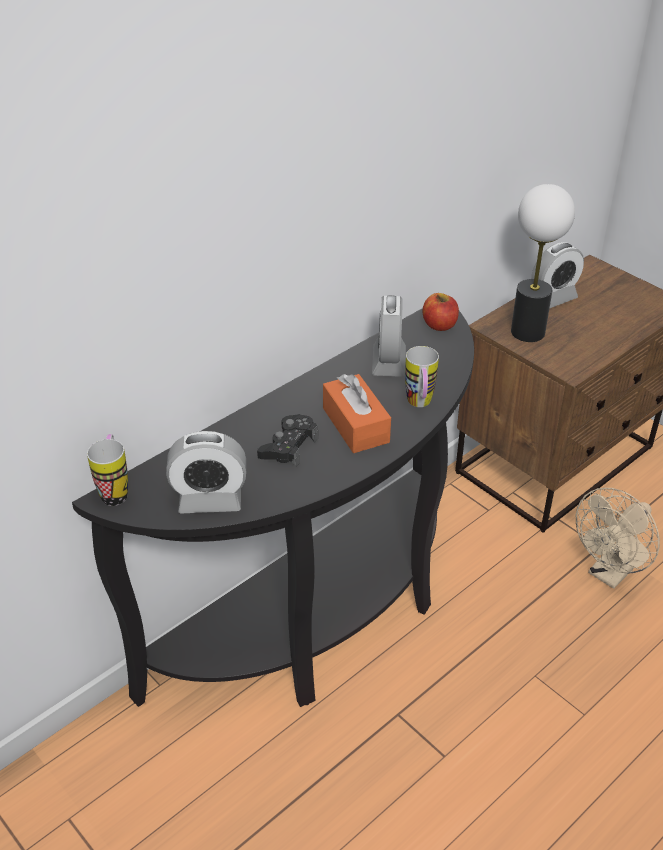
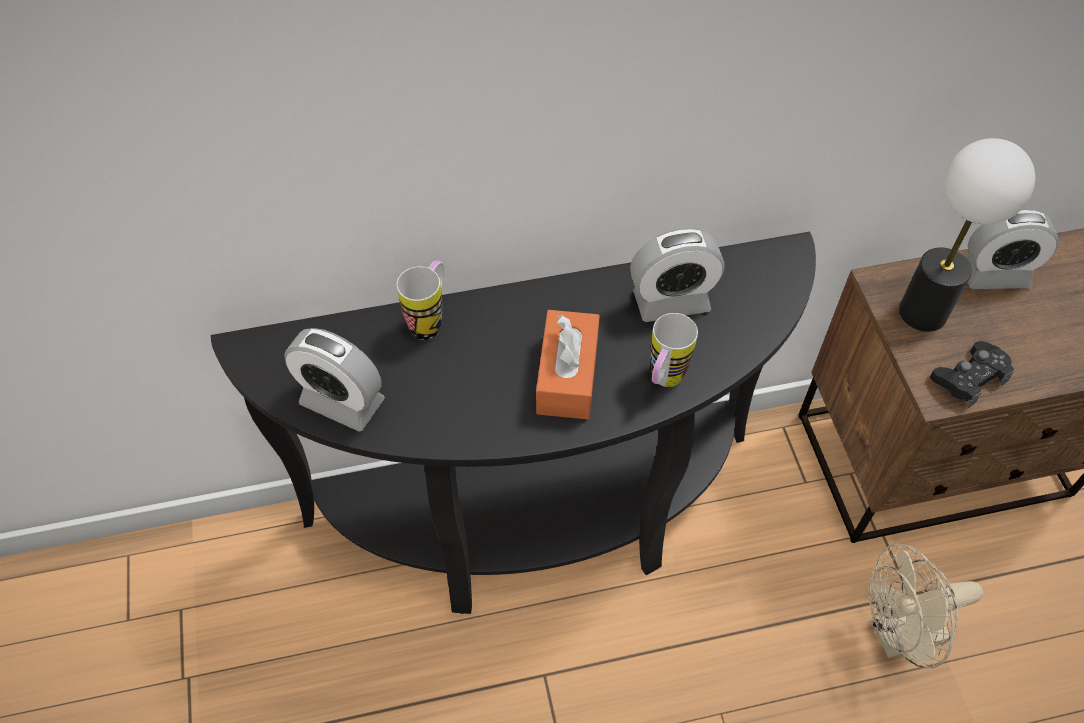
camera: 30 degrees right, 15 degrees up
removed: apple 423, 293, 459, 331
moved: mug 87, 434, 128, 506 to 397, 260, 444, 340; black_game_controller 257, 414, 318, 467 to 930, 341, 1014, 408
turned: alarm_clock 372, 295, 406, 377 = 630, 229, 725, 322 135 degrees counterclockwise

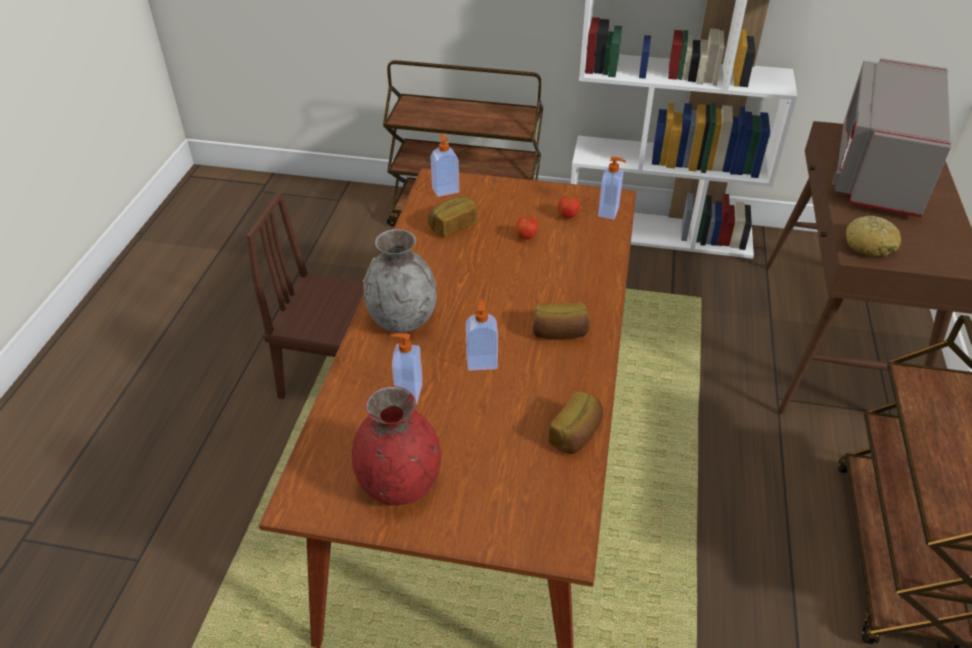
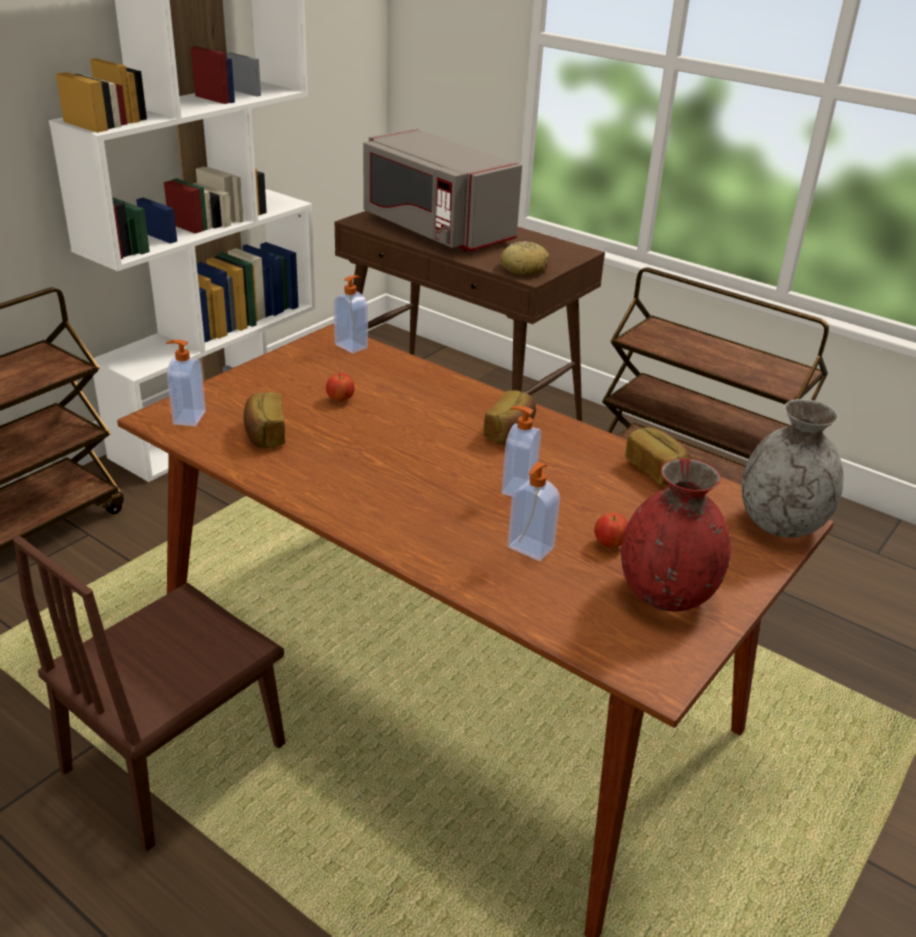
camera: 65 degrees left, 10 degrees down
moved: grey_vase 363, 229, 437, 333 to 742, 399, 843, 538; apple 558, 196, 580, 218 to 594, 513, 628, 548

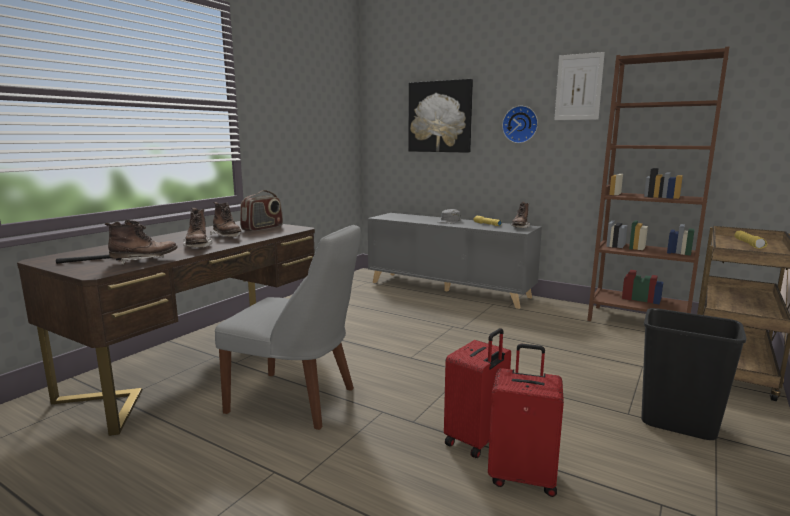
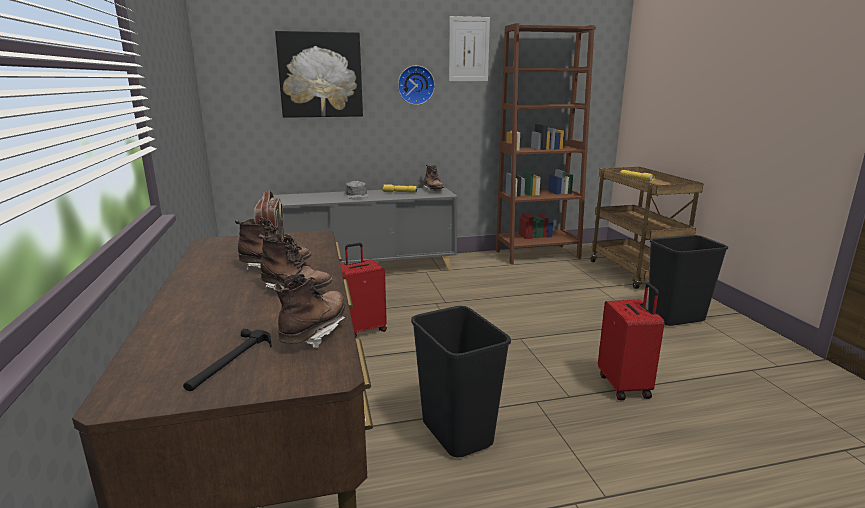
camera: 45 degrees left, 5 degrees up
moved: red_suitcase 488, 343, 564, 497 to 340, 243, 387, 338
replaced: grey_chair 215, 225, 361, 430 to black_trash_can 411, 306, 511, 457

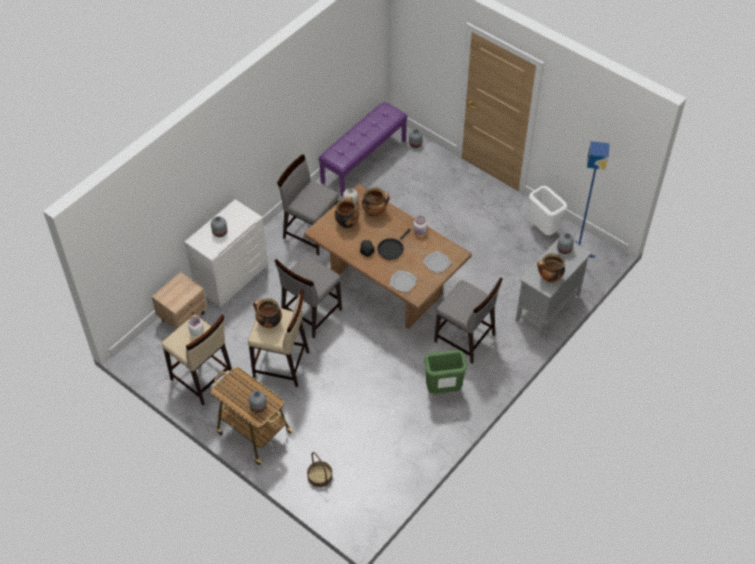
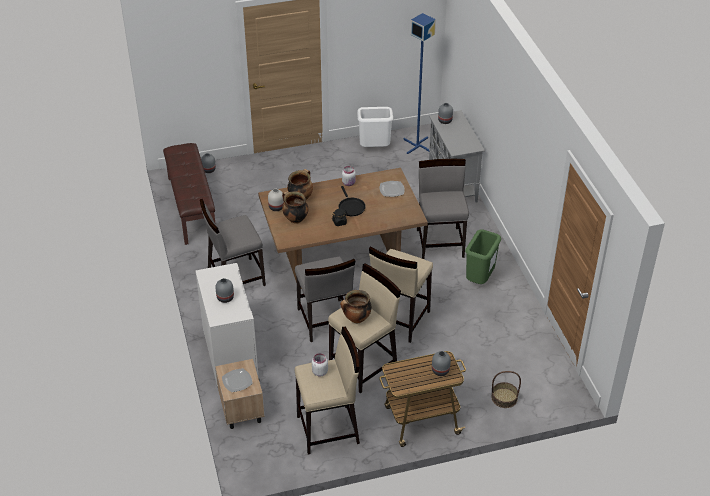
camera: 55 degrees left, 10 degrees down
removed: cooking_pot 537, 253, 565, 283
added: beige_stool 369, 246, 433, 343
moved: plate 390, 270, 417, 292 to 222, 368, 253, 392
recoloured: purple_bench 318, 102, 408, 196 to brown_bench 163, 143, 215, 245
turned: grey_chair 434, 277, 503, 364 = 417, 159, 469, 259 75 degrees counterclockwise

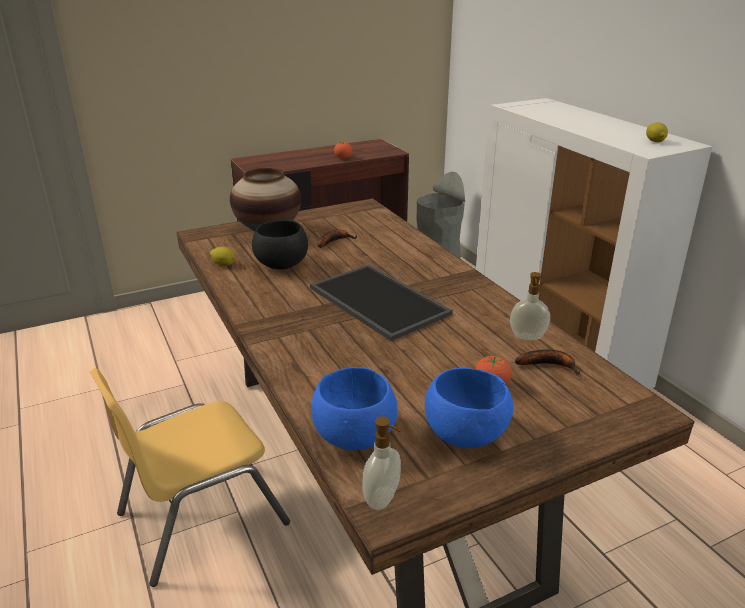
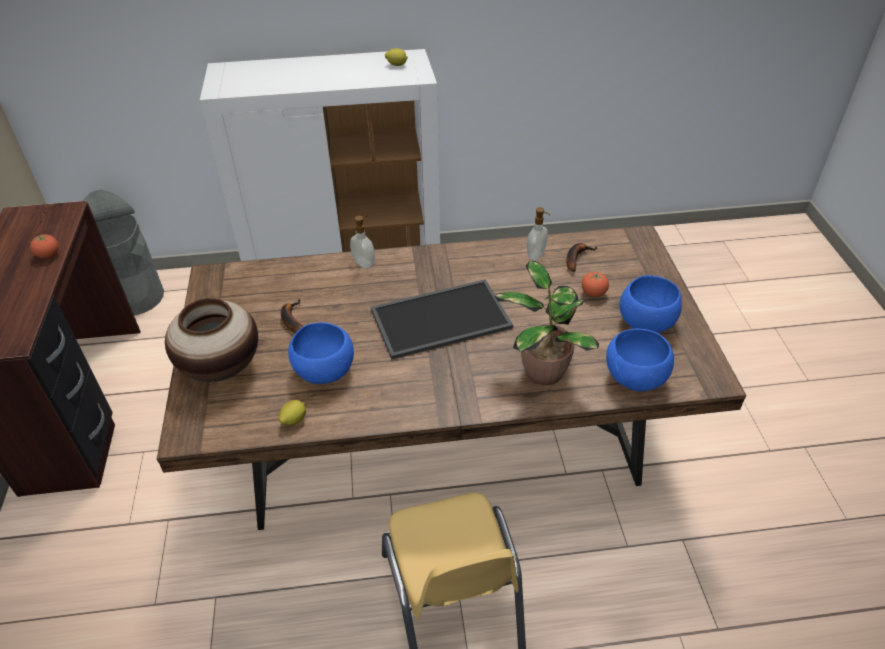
camera: 70 degrees left, 15 degrees up
added: potted_plant 495, 261, 599, 386
moved: soap_dispenser 362, 416, 401, 510 to 350, 215, 375, 268
recoloured: black_bowl 252, 220, 308, 270 to blue_bowl 288, 322, 354, 384

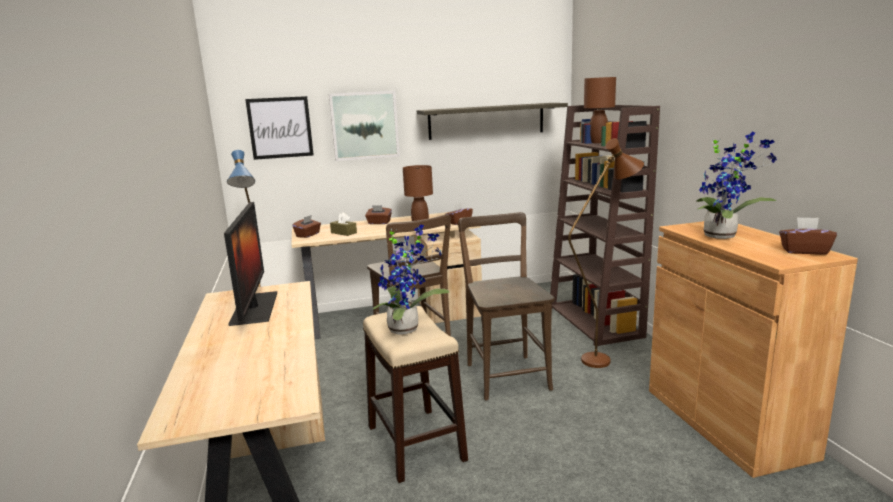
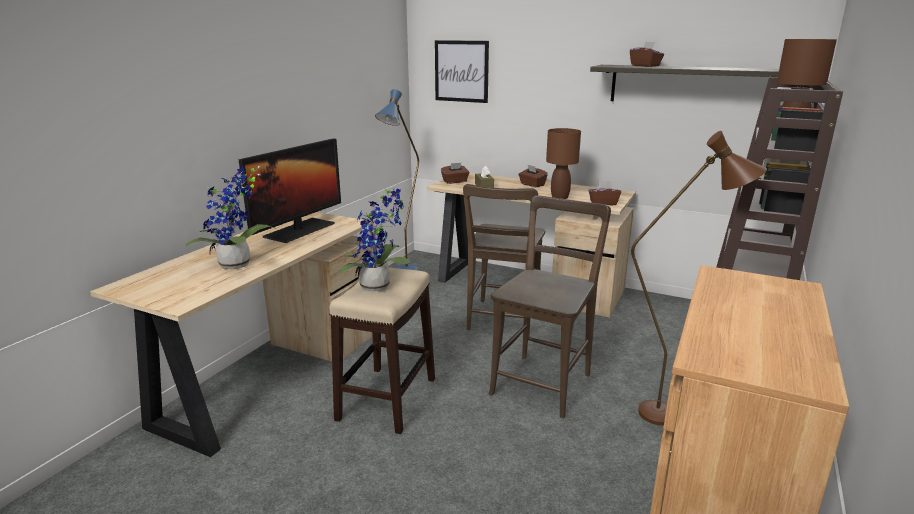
camera: 40 degrees right, 5 degrees up
removed: picture 329, 91, 400, 161
moved: potted_plant 696, 132, 777, 239 to 185, 166, 277, 269; brown_tissue_box 779, 217, 837, 255 to 630, 42, 664, 67

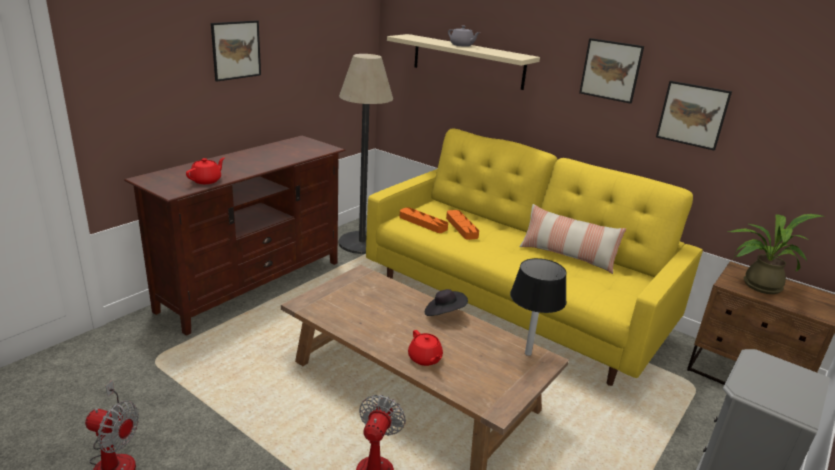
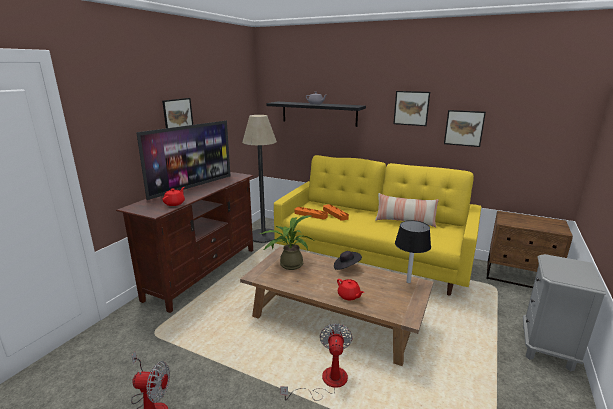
camera: 10 degrees left, 5 degrees down
added: television 136, 120, 230, 200
moved: potted_plant 727, 214, 823, 294 to 260, 215, 313, 270
recoloured: beige_shelf 387, 34, 540, 90 to black_shelf 266, 102, 366, 127

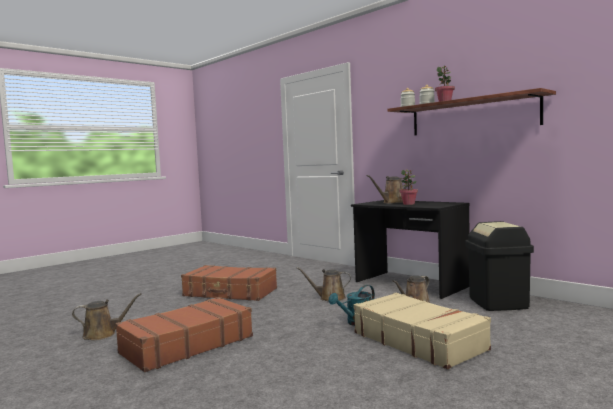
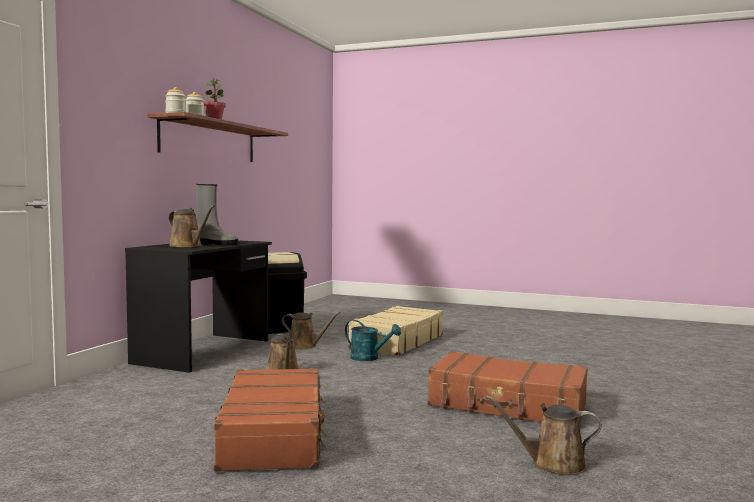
camera: 115 degrees left, 0 degrees up
replaced: potted_plant 399, 170, 418, 205 to grey_boot 196, 184, 238, 245
turned: brown_watering_can 72, 293, 141, 340 = 486, 396, 602, 475 45 degrees counterclockwise

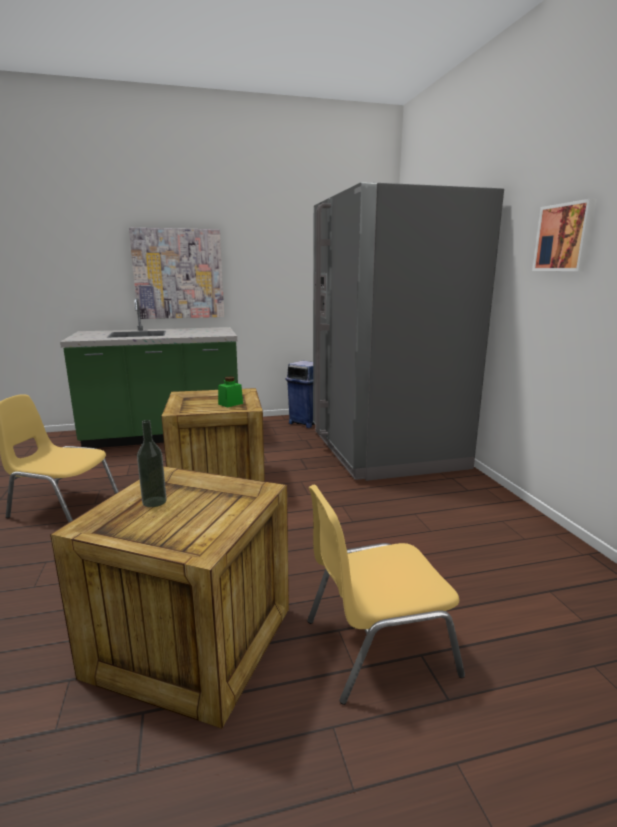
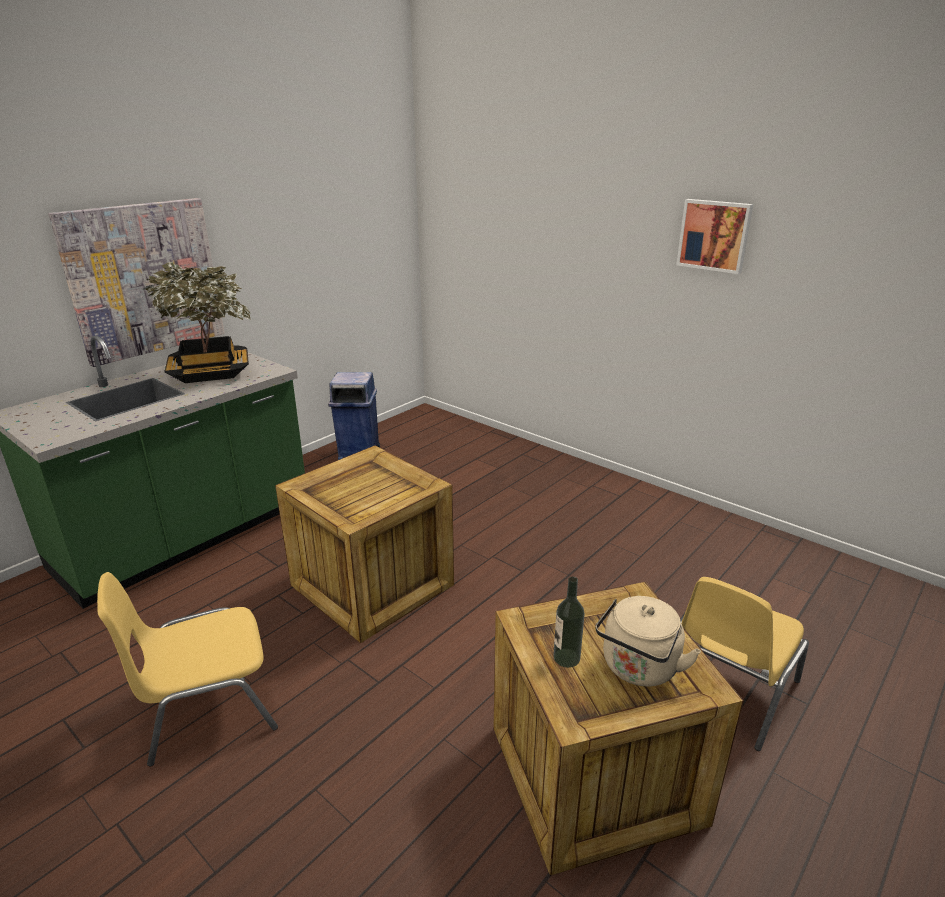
camera: 35 degrees left, 10 degrees up
removed: green_jar 218, 377, 243, 408; grey_fridge 313, 182, 504, 481
added: potted_plant 142, 262, 251, 383; beige_kettle 595, 596, 701, 687

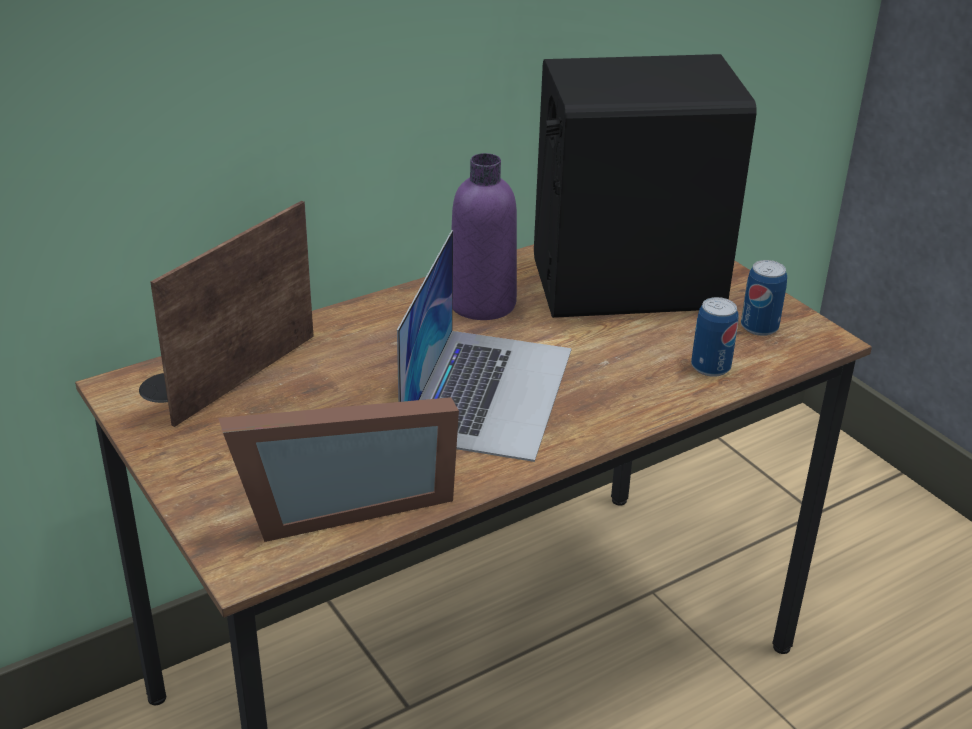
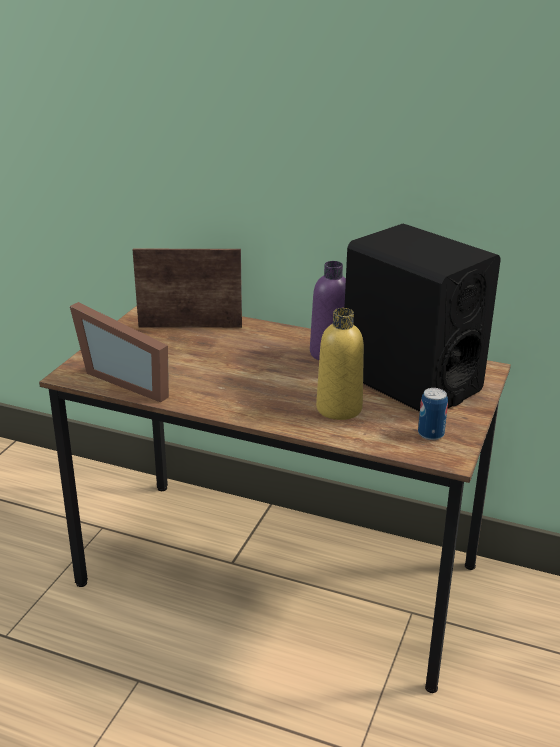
camera: 55 degrees right, 5 degrees down
removed: laptop 397, 230, 572, 462; can 691, 297, 738, 377
added: yellow_bottle 316, 308, 364, 420

